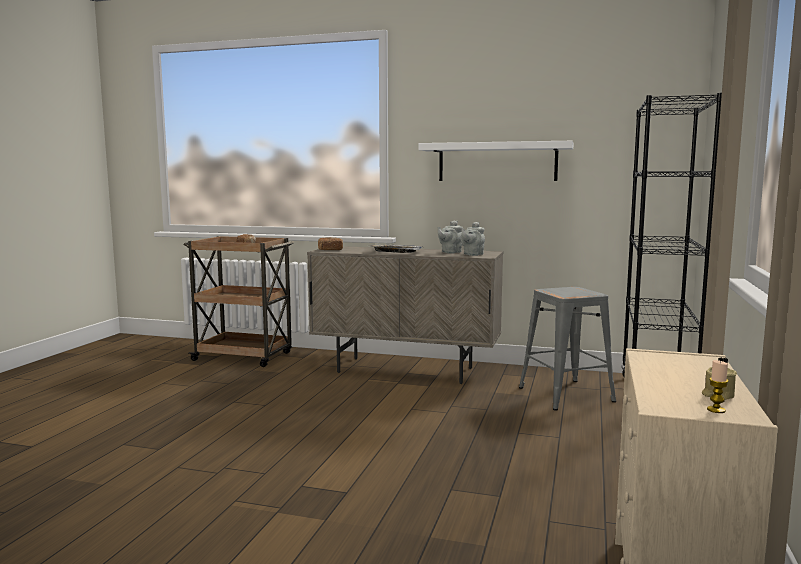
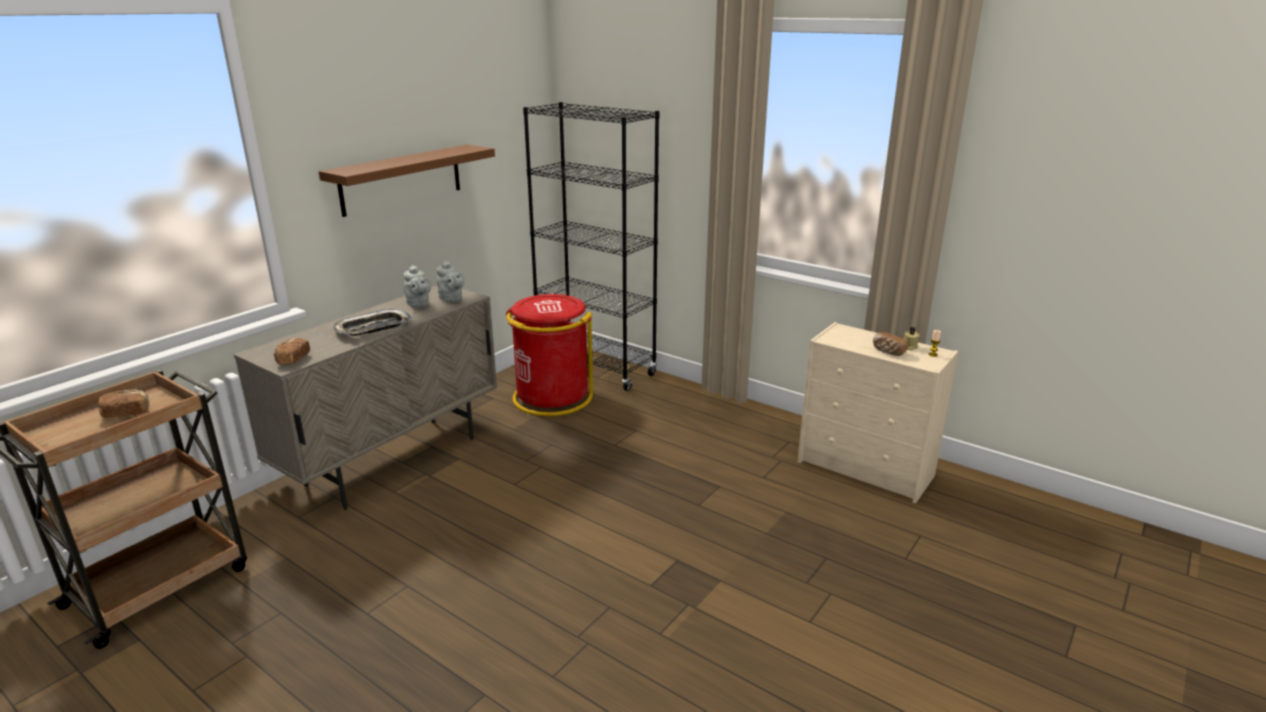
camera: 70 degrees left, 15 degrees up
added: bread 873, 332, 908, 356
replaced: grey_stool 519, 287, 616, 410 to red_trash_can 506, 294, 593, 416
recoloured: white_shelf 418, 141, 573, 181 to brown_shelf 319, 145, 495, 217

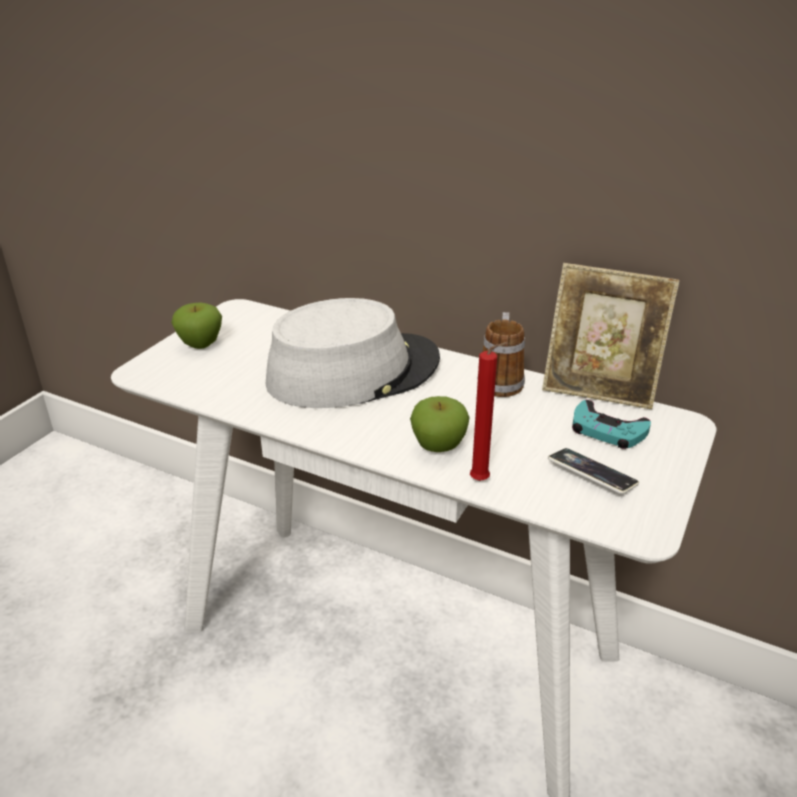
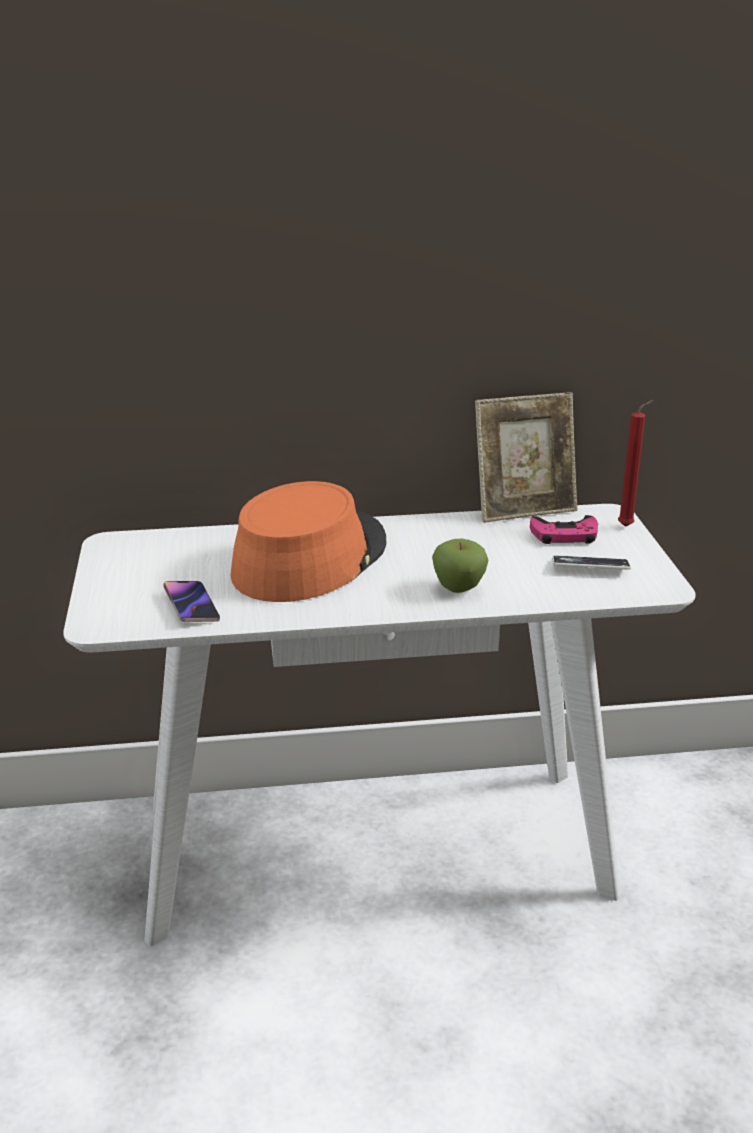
camera: 35 degrees left, 5 degrees down
removed: apple 171, 303, 222, 349; mug 477, 312, 525, 397
added: phone 163, 581, 220, 622
moved: red_candle 470, 342, 508, 481 to 618, 400, 653, 527
recoloured: grey_hat 266, 298, 440, 408 to orange_hat 231, 481, 387, 602; turquoise_game_controller 572, 400, 651, 449 to pink_game_controller 530, 515, 598, 544

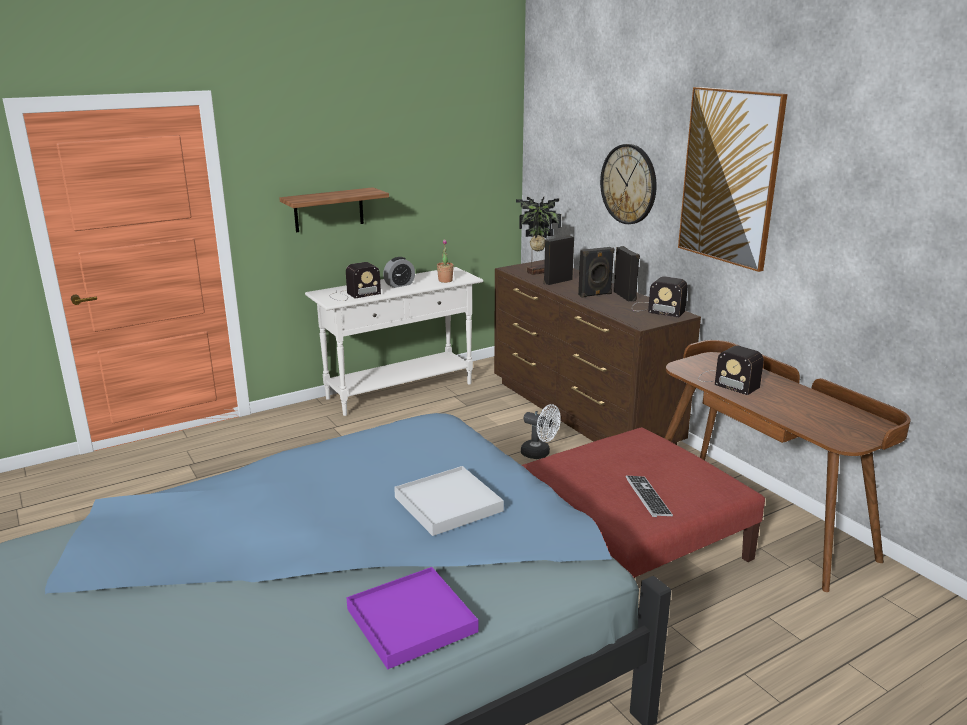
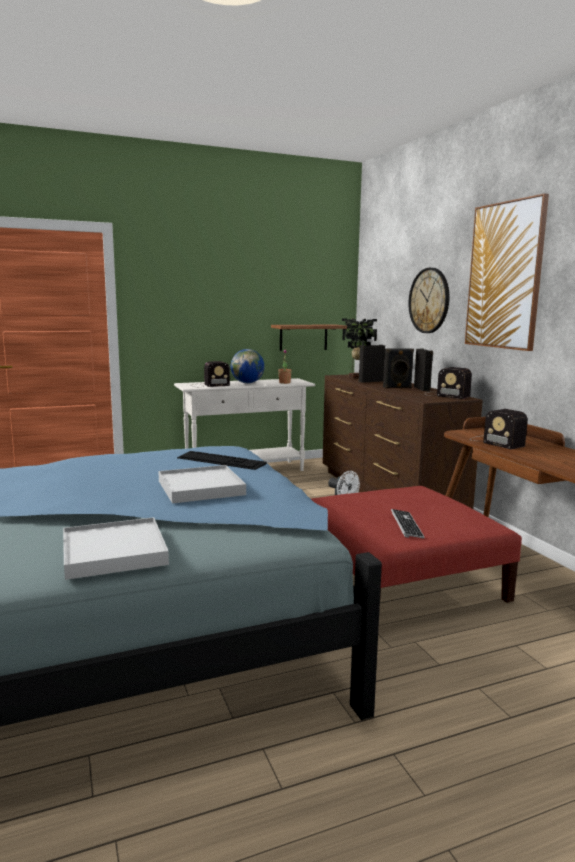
camera: 10 degrees right, 10 degrees down
added: keyboard 177, 451, 267, 470
moved: shelf 279, 187, 389, 232 to 271, 325, 347, 351
replaced: alarm_clock 383, 257, 415, 288 to globe 230, 349, 264, 383
recoloured: purple_tray 346, 567, 478, 669 to white_tray 63, 517, 169, 580

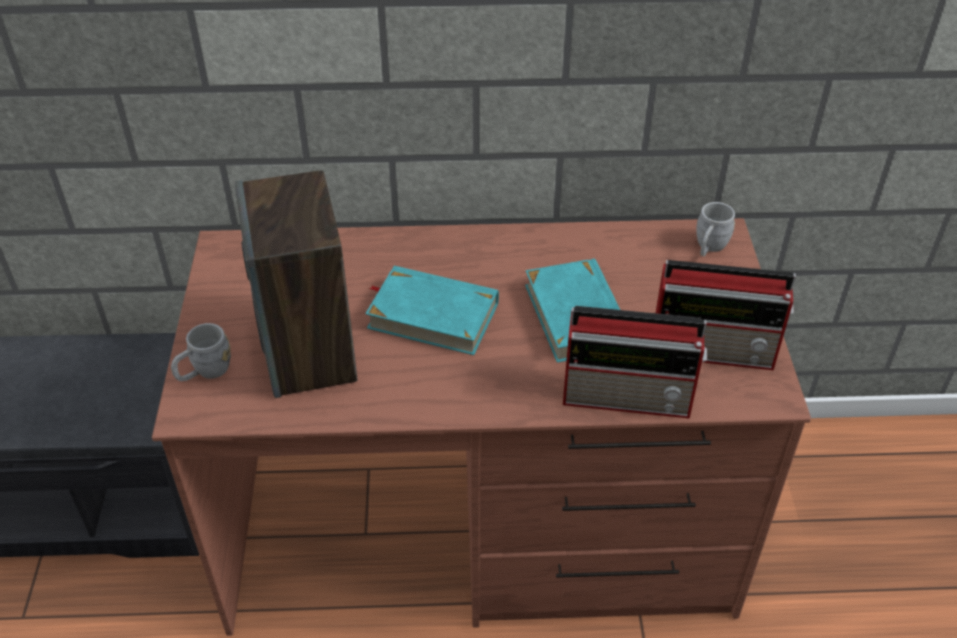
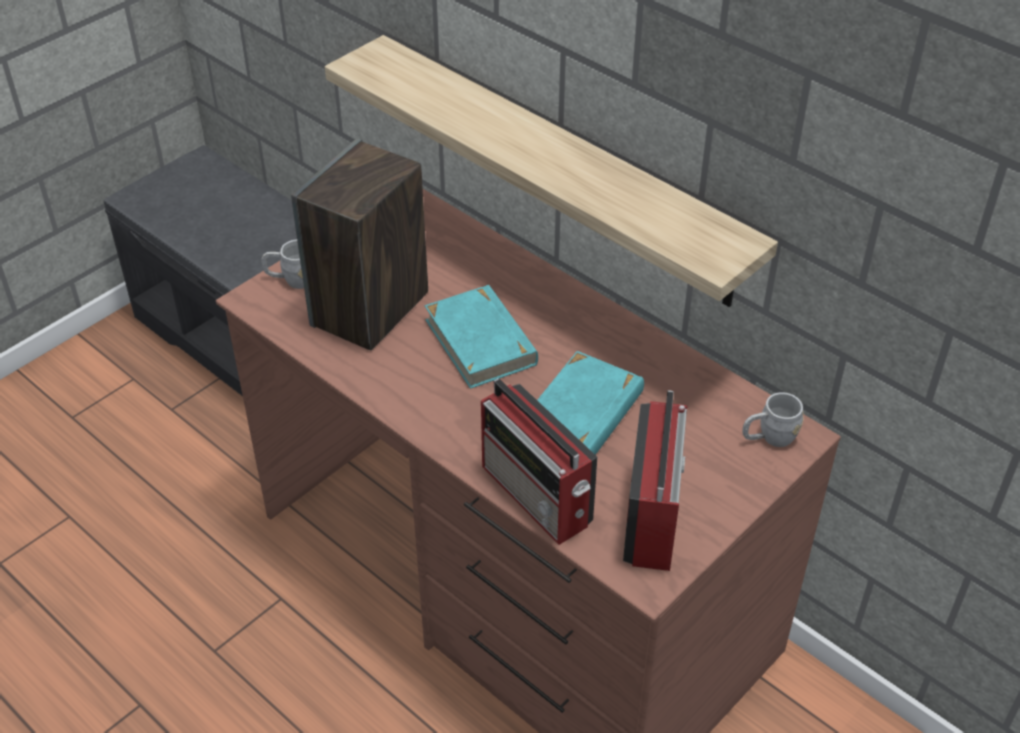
camera: 45 degrees right, 0 degrees up
added: shelf 325, 35, 778, 307
turned: radio 656, 260, 796, 370 = 623, 390, 687, 571 135 degrees counterclockwise

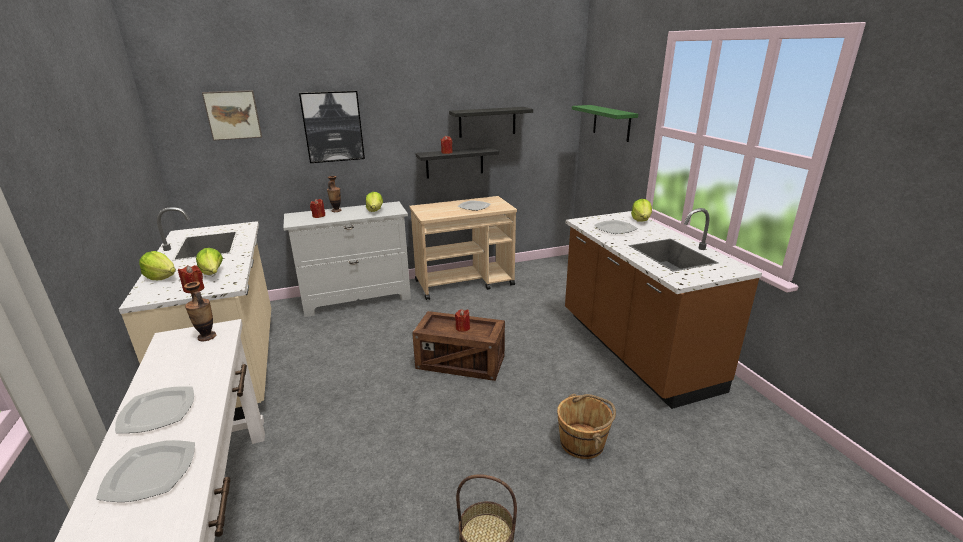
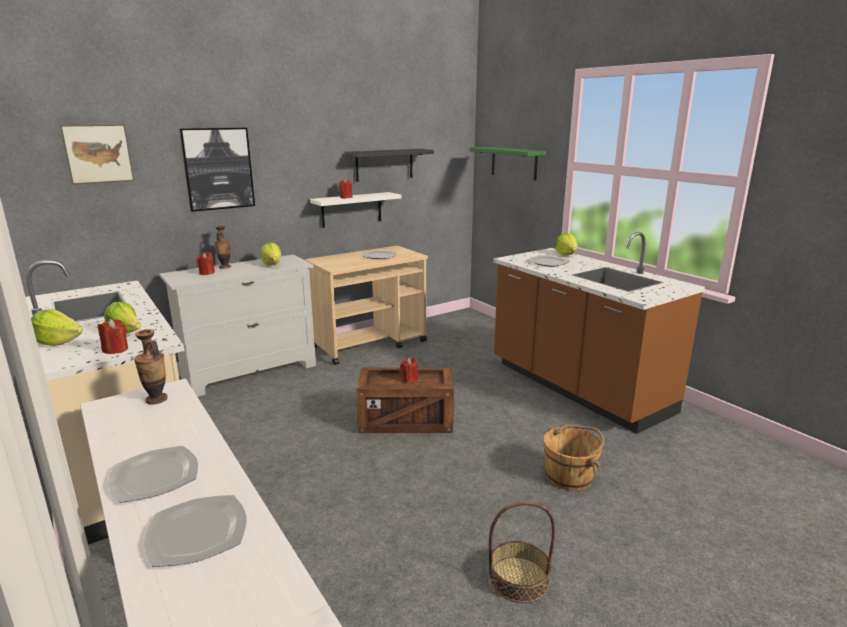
camera: 15 degrees left, 5 degrees down
recoloured: black_shelf 416, 147, 499, 179 to white_shelf 310, 192, 402, 228

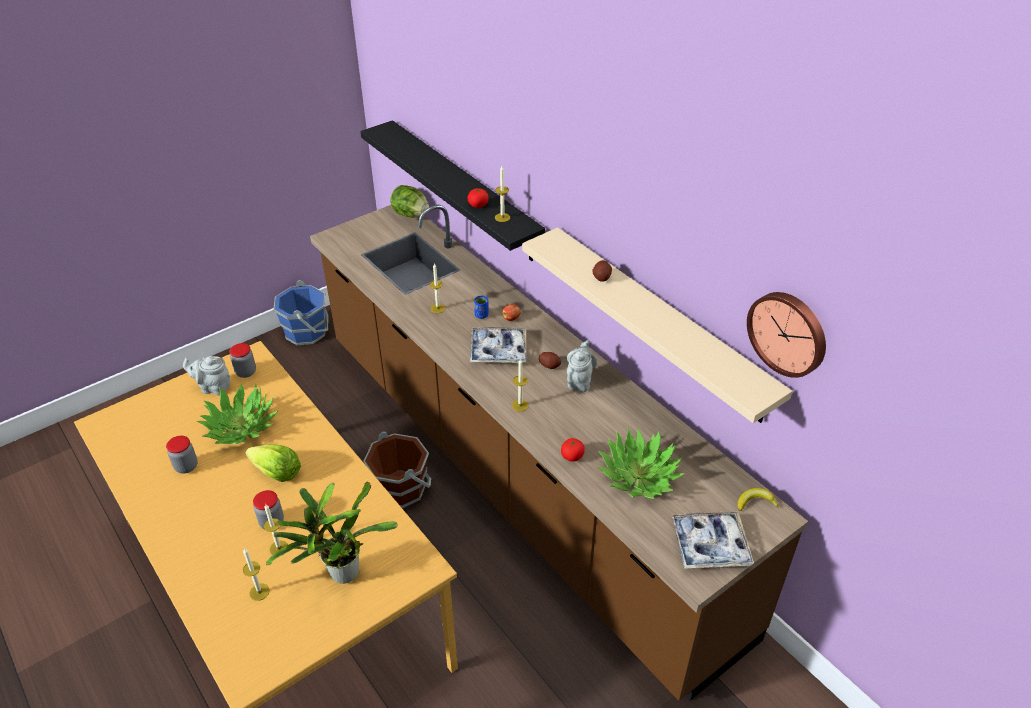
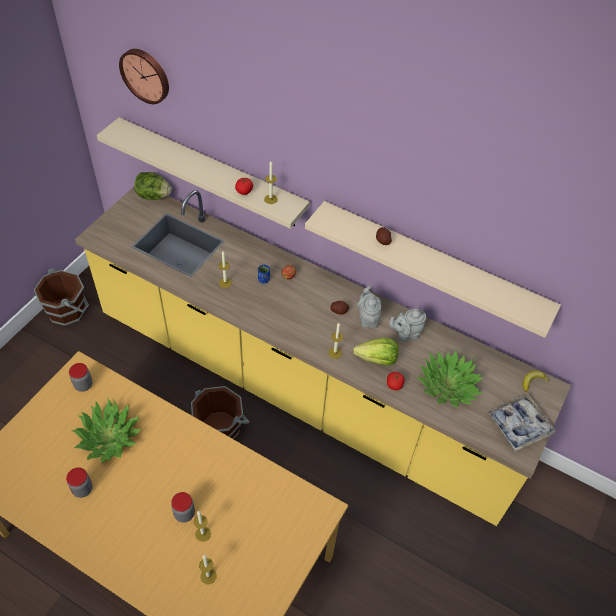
camera: 25 degrees left, 10 degrees up
removed: potted_plant 266, 482, 398, 584; tray 470, 327, 526, 363
moved: grey_teapot 183, 356, 231, 395 to 389, 309, 426, 341; lettuce 246, 445, 301, 482 to 353, 338, 399, 365; wall_clock 747, 292, 826, 378 to 119, 49, 169, 104
recoloured: blue_bucket 273, 280, 329, 345 to brown_bucket 34, 269, 89, 326; brown_counter 310, 205, 808, 701 to yellow_counter 75, 187, 571, 526; black_shelf 360, 120, 545, 261 to beige_shelf 97, 117, 310, 229

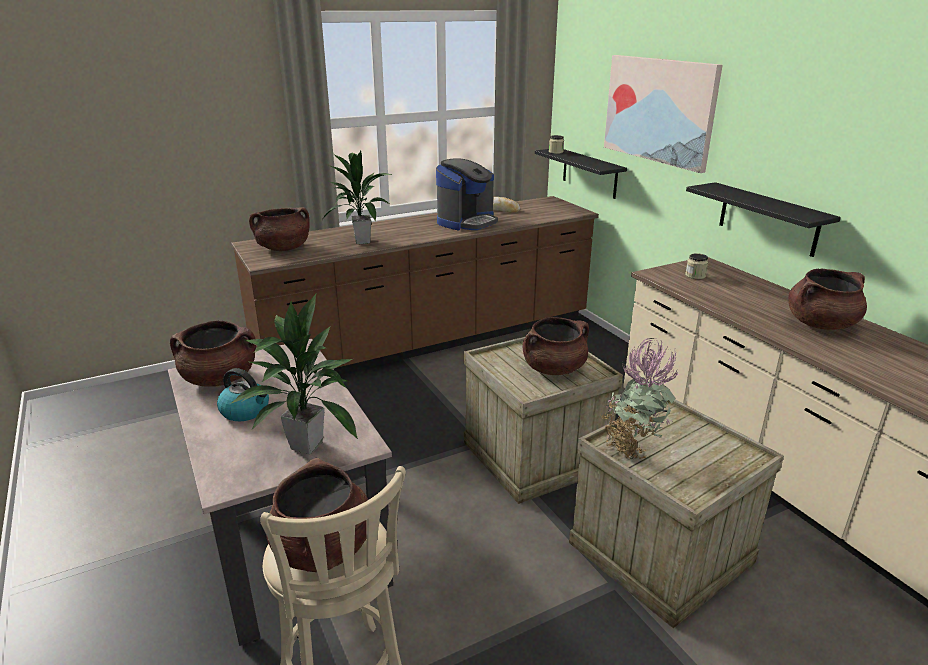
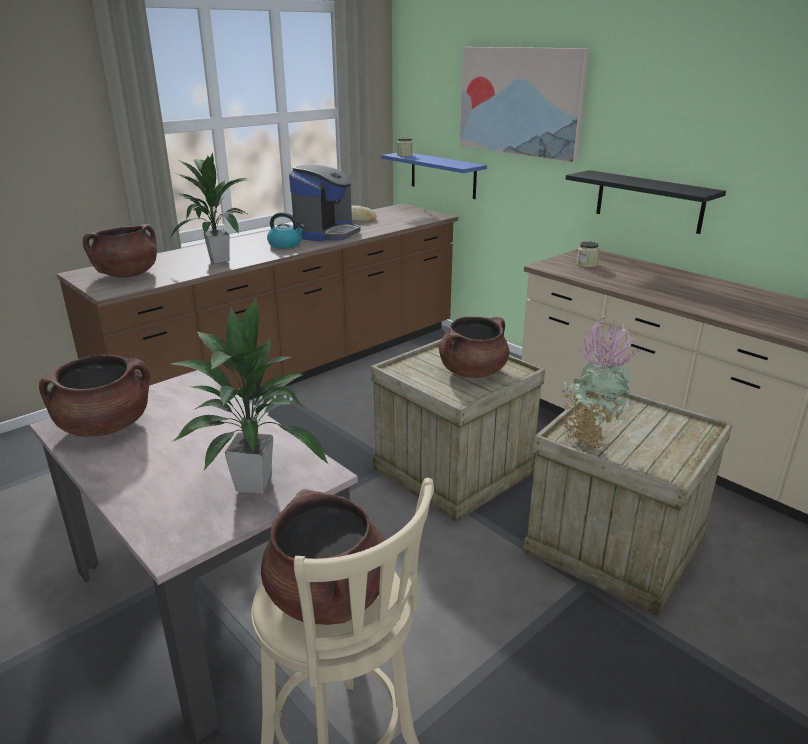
camera: 15 degrees left, 0 degrees up
removed: brown_cooking_pot 788, 268, 867, 330
moved: kettle 217, 368, 269, 421 to 267, 212, 305, 249
recoloured: black_shelf 535, 149, 627, 199 to blue_shelf 381, 153, 487, 199

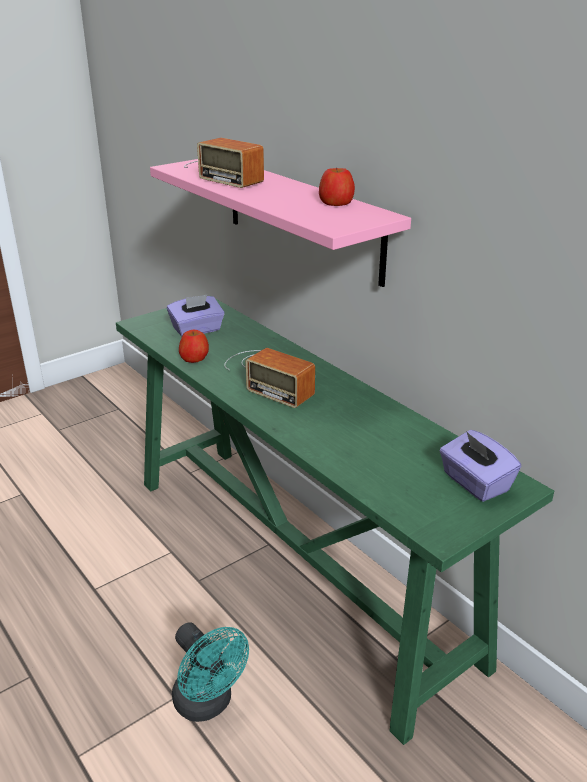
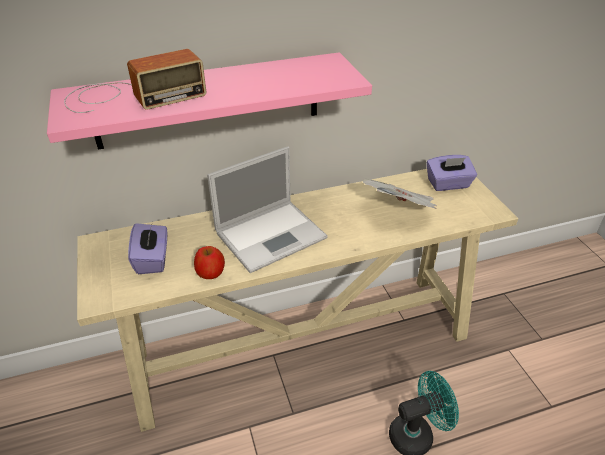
camera: 70 degrees left, 10 degrees up
removed: apple 319, 167, 355, 206
added: newspaper 363, 179, 437, 209
replaced: radio 224, 348, 315, 408 to laptop 207, 146, 328, 273
recoloured: green_console_table 116, 298, 554, 745 to beige_console_table 77, 169, 518, 432

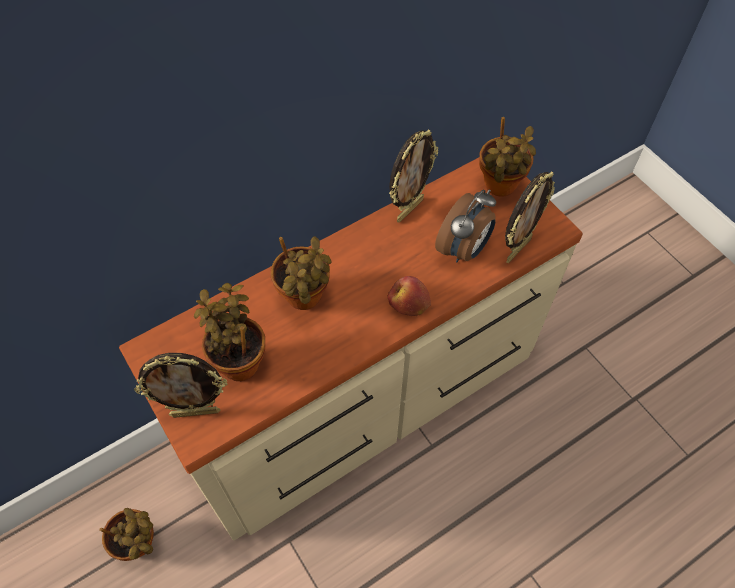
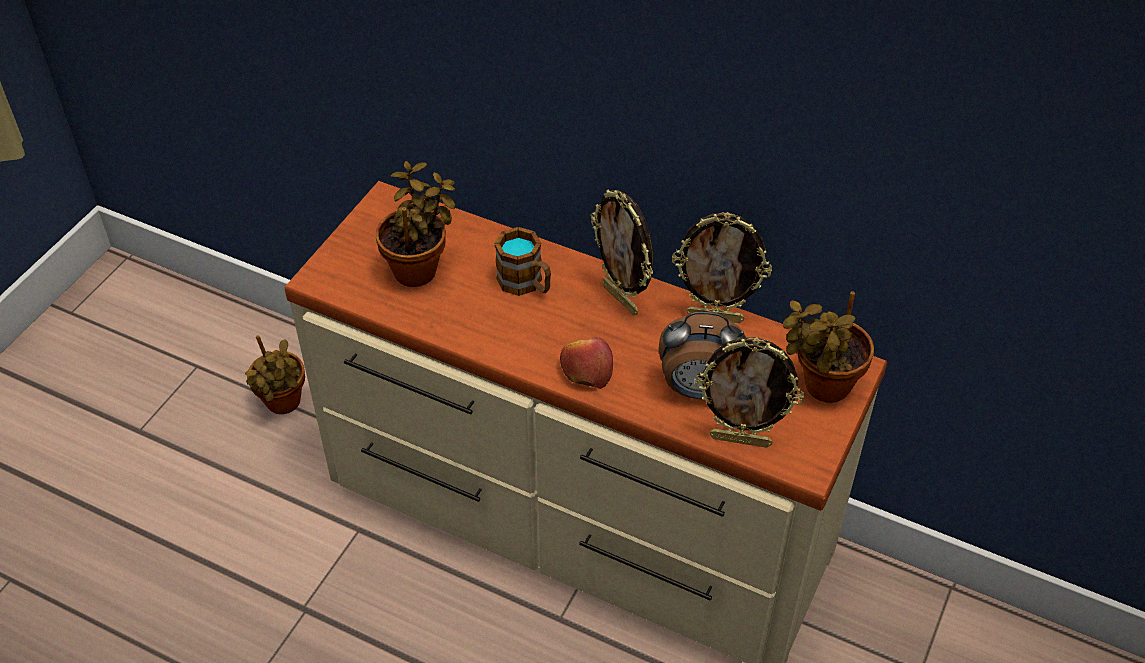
camera: 60 degrees right, 10 degrees down
moved: picture_frame 134, 353, 227, 418 to 591, 189, 653, 315
replaced: potted_plant 271, 236, 332, 310 to mug 494, 227, 551, 296

